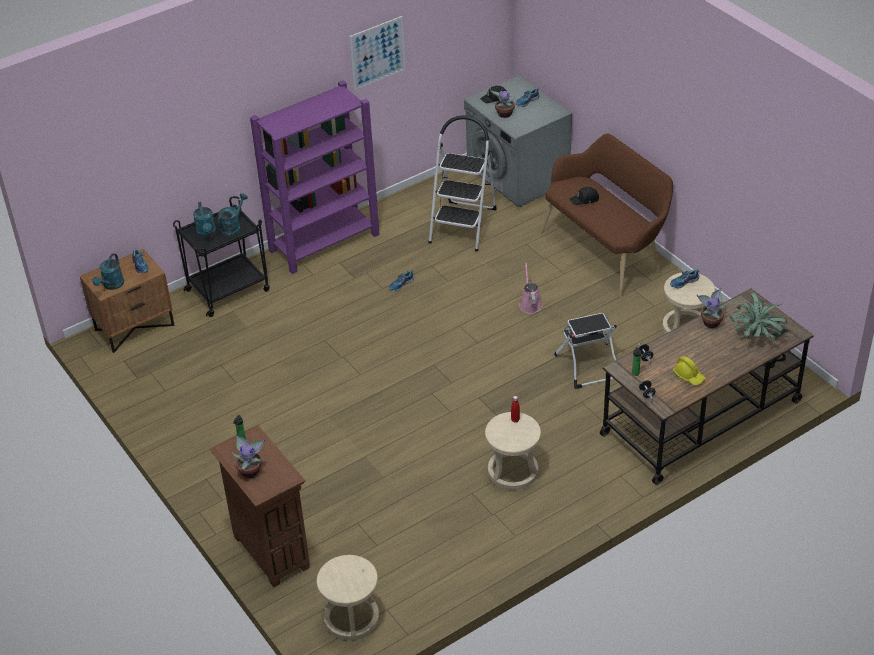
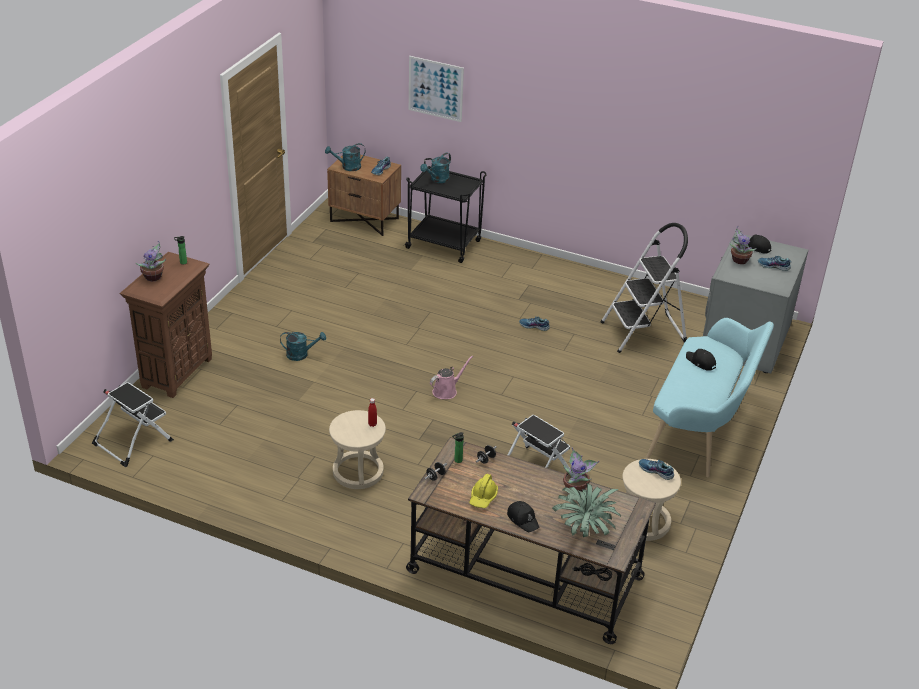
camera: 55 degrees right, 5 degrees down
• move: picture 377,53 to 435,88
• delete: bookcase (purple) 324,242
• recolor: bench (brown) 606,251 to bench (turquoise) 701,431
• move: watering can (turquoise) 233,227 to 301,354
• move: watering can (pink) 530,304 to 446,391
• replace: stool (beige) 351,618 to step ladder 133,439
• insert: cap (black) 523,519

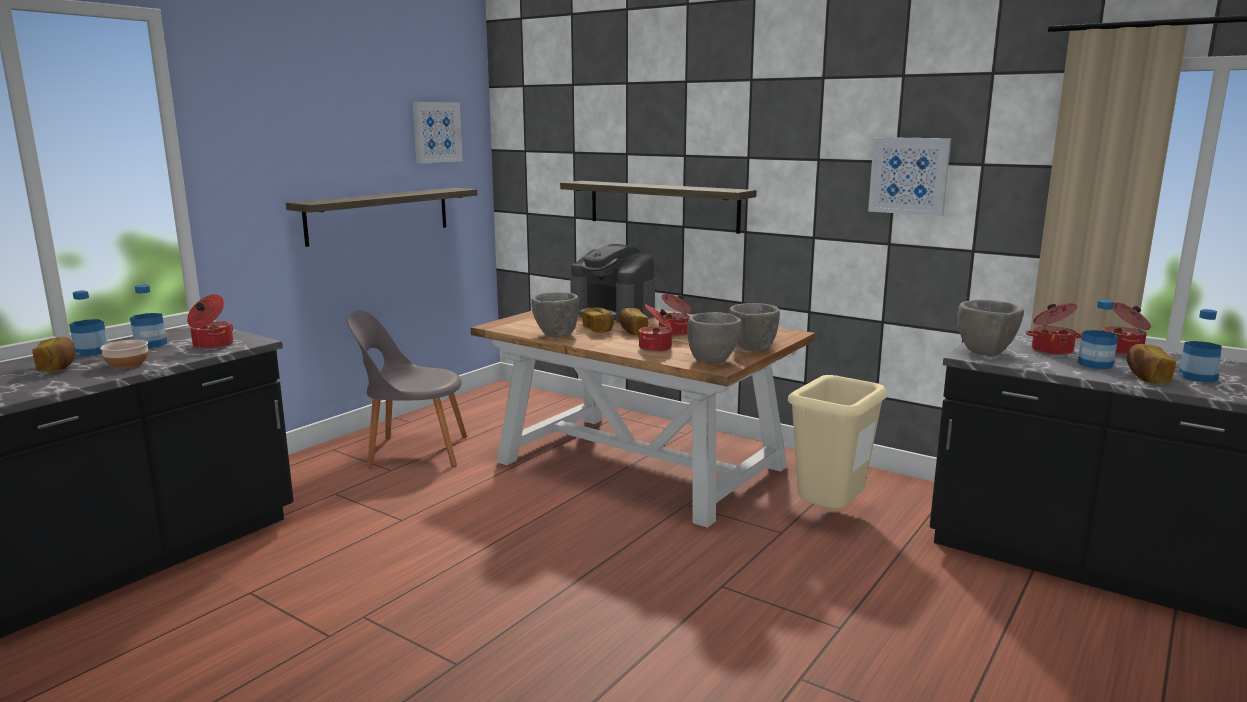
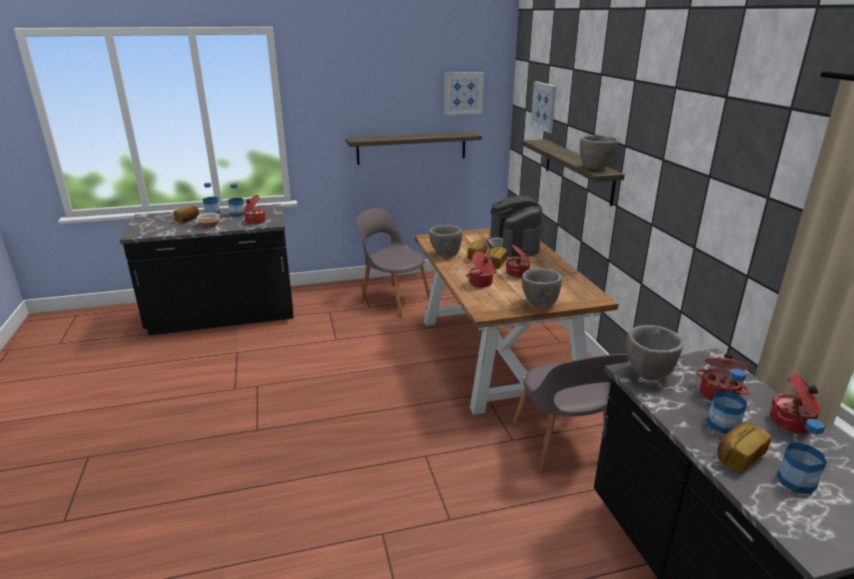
camera: 40 degrees right, 10 degrees up
• move: picture 909,175 to 544,106
• move: bowl (grey) 713,361 to 595,168
• replace: trash can (beige) 829,516 to chair (grey) 562,444

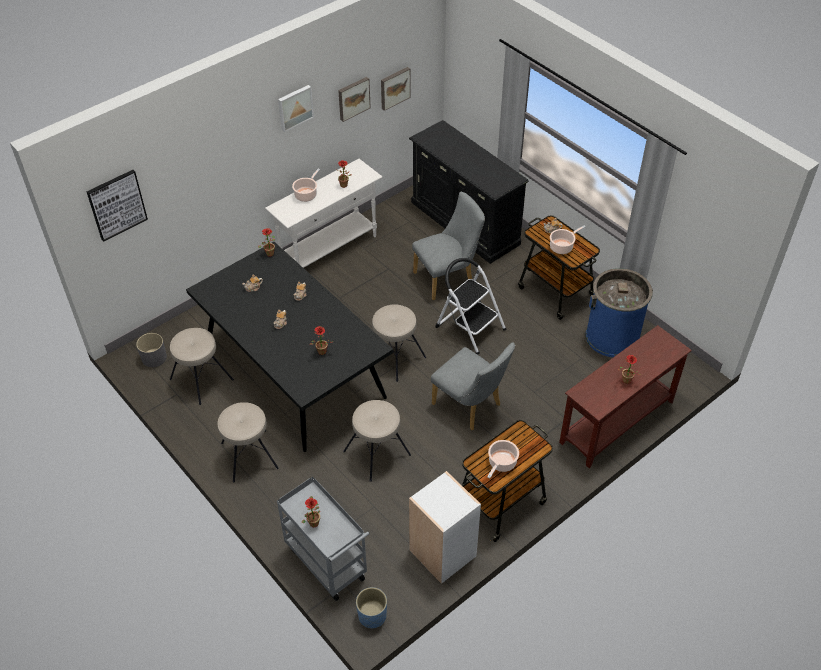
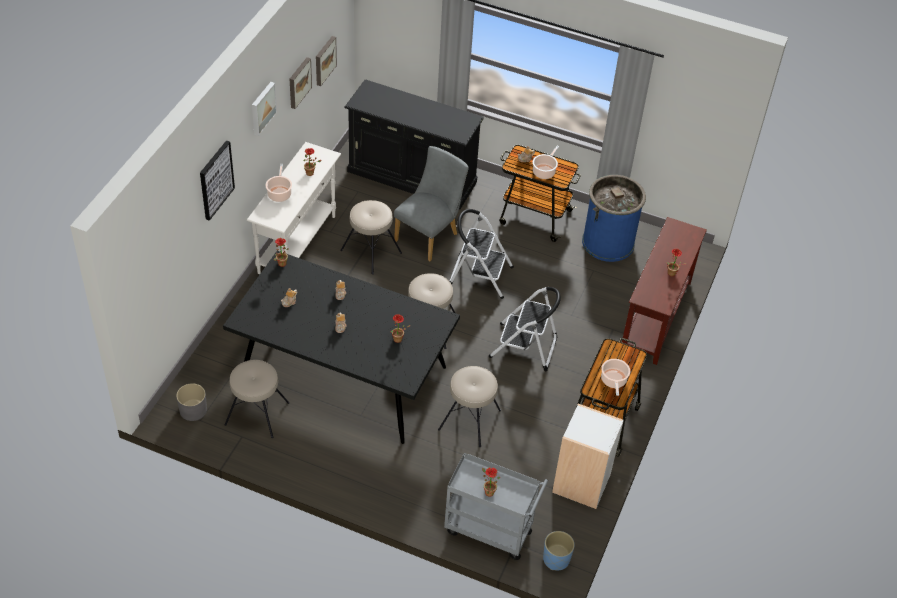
camera: 30 degrees left, 0 degrees up
• move: picture 117,204 to 215,180
• replace: chair (grey) 470,407 to step ladder 525,348
• move: stool (beige) 249,456 to 370,252

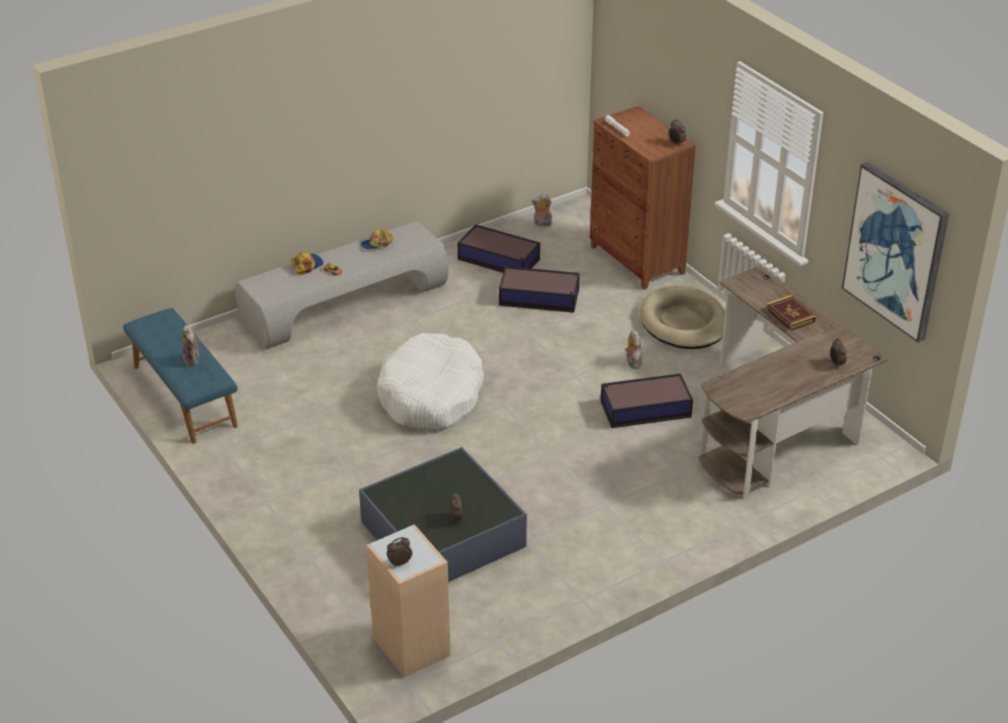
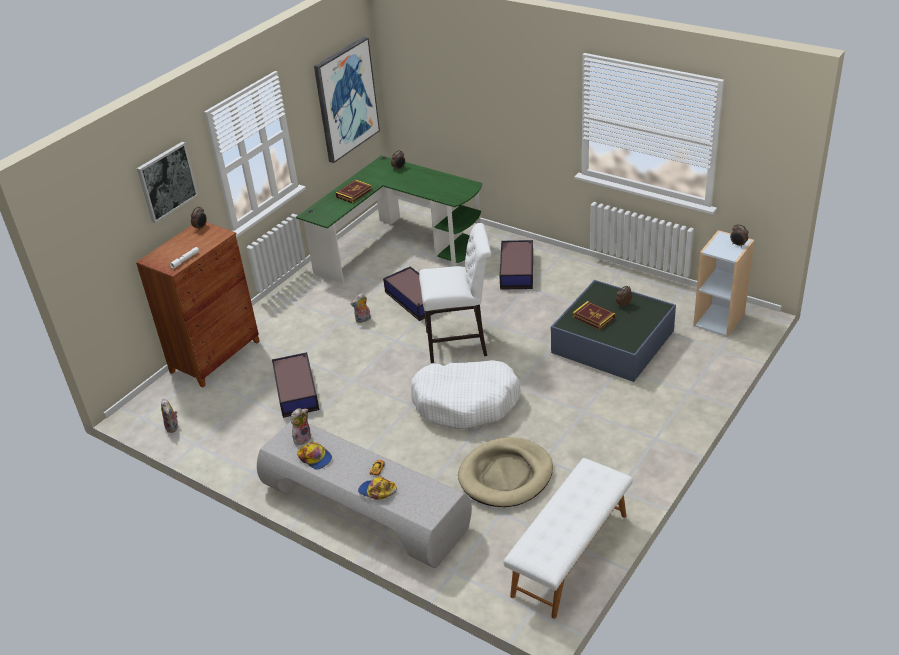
camera: 110 degrees left, 0 degrees up
• move: storage box 499,260 to 517,270
• recolor: desk (brown) 778,425 to desk (green) 398,247
• move: dog bed (beige) 683,322 to 506,475
• recolor: bench (blue) 183,396 to bench (white) 571,555
• move: plush toy 193,360 to 302,438
• insert: picture 167,181
• insert: stool (white) 461,343
• insert: book 593,317

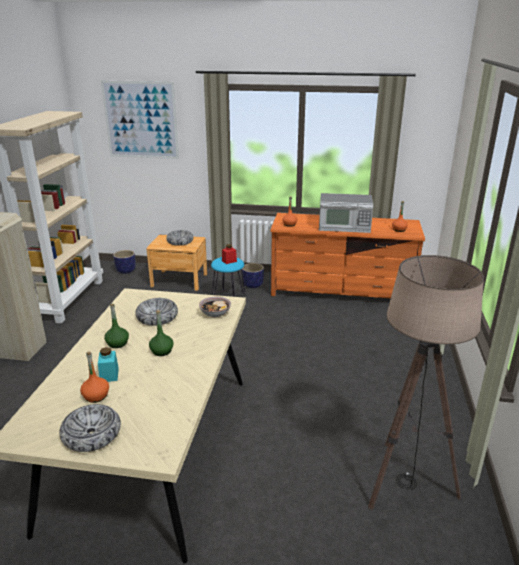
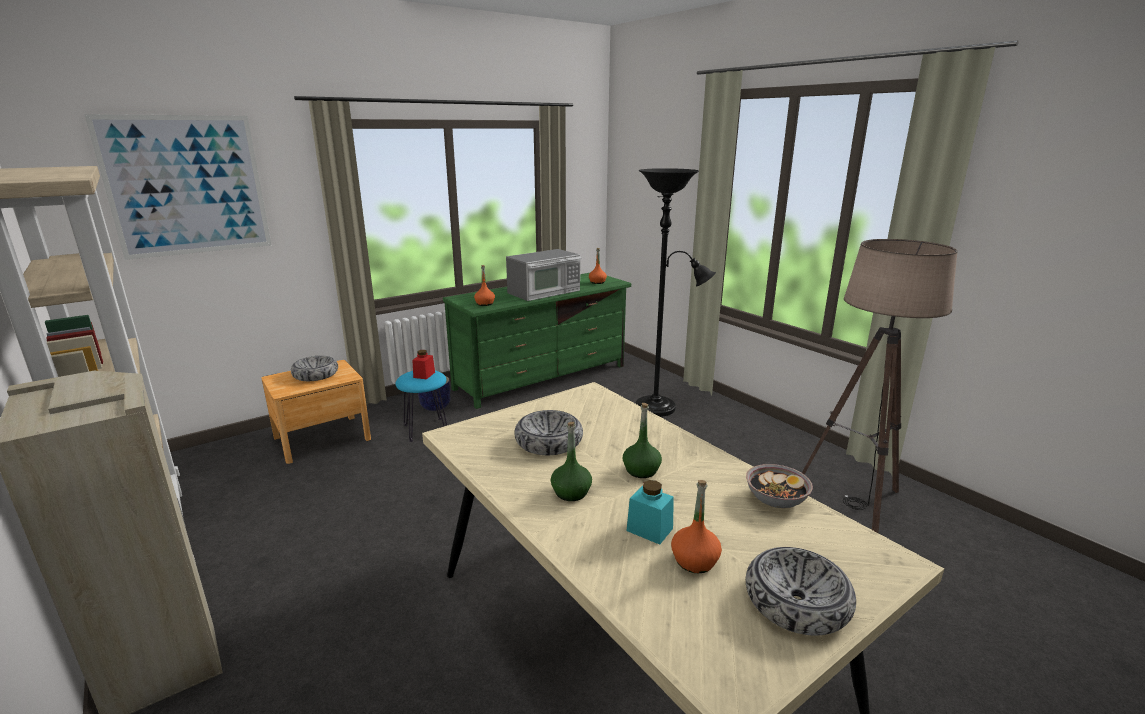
camera: 45 degrees left, 5 degrees down
• recolor: dresser (orange) 342,292 to dresser (green) 543,377
• delete: planter 126,270
• move: bowl 215,313 to 776,499
• insert: floor lamp (black) 661,408

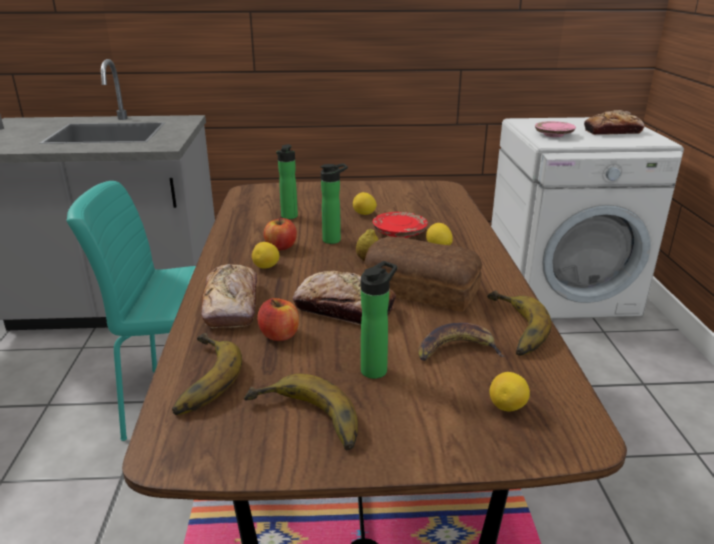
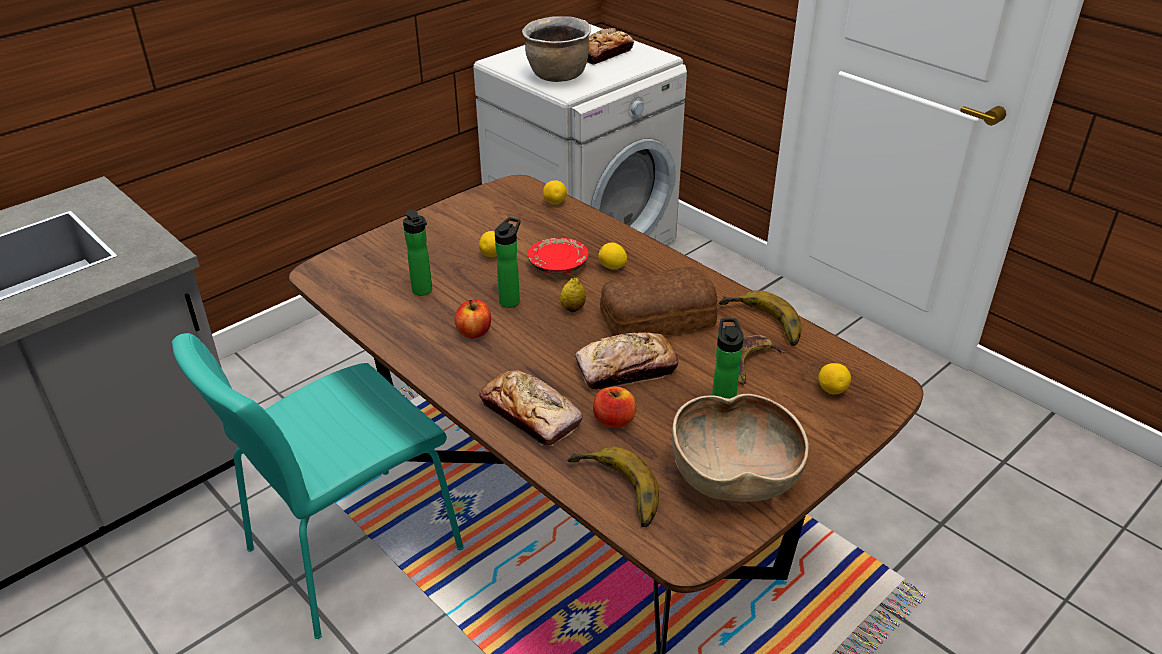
camera: 40 degrees left, 10 degrees up
• replace: plate (pink) 553,135 to cooking pot (brown) 558,76
• move: lemon 266,267 to 555,202
• replace: banana 303,423 to bowl (brown) 734,477

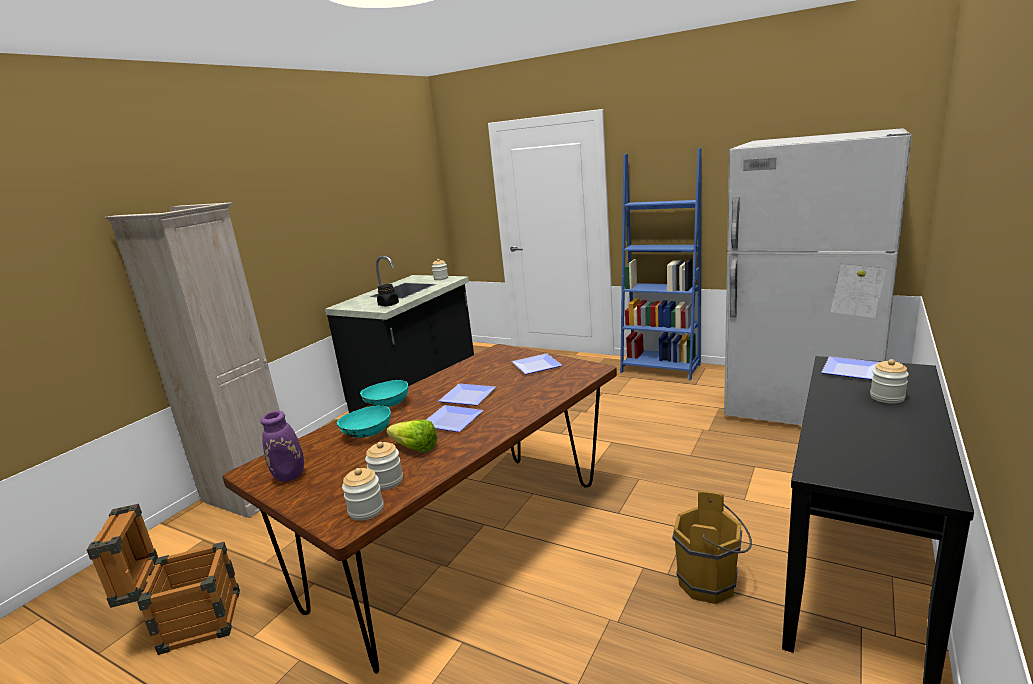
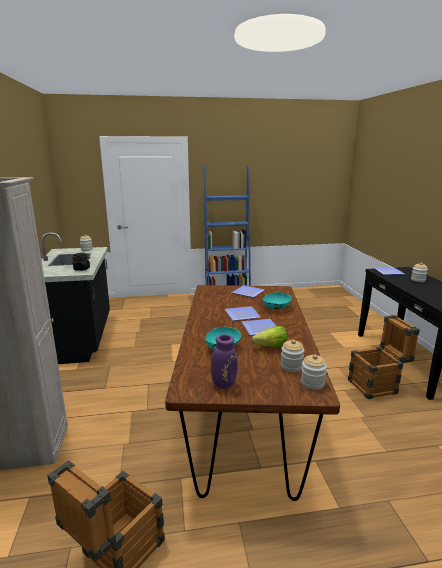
camera: 40 degrees left, 0 degrees up
• delete: fridge (white) 803,399
• move: bowl (turquoise) 387,405 to 276,308
• replace: bucket (brown) 712,584 to crate 377,386

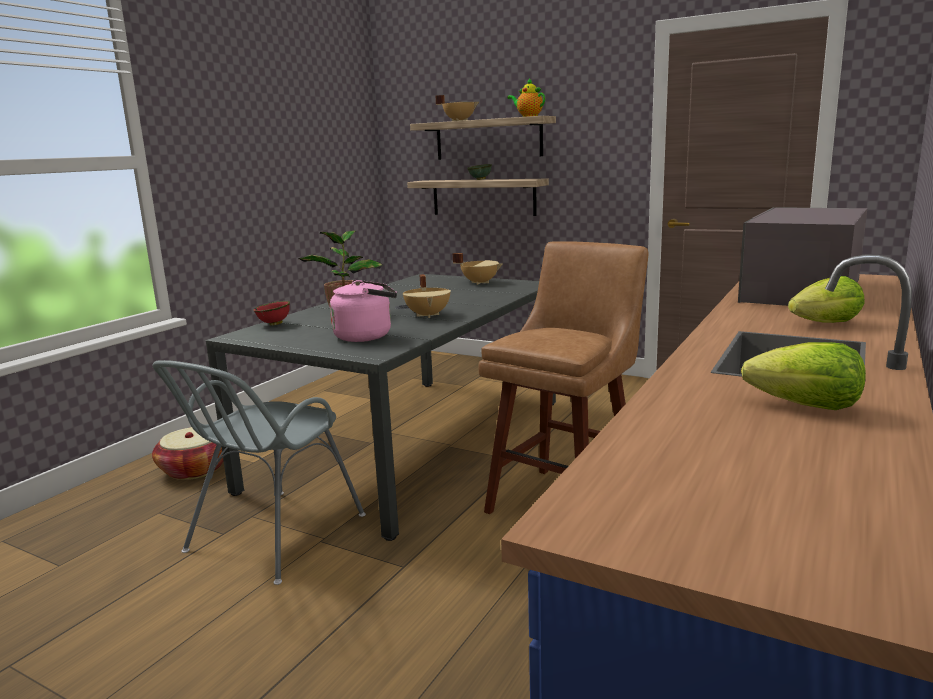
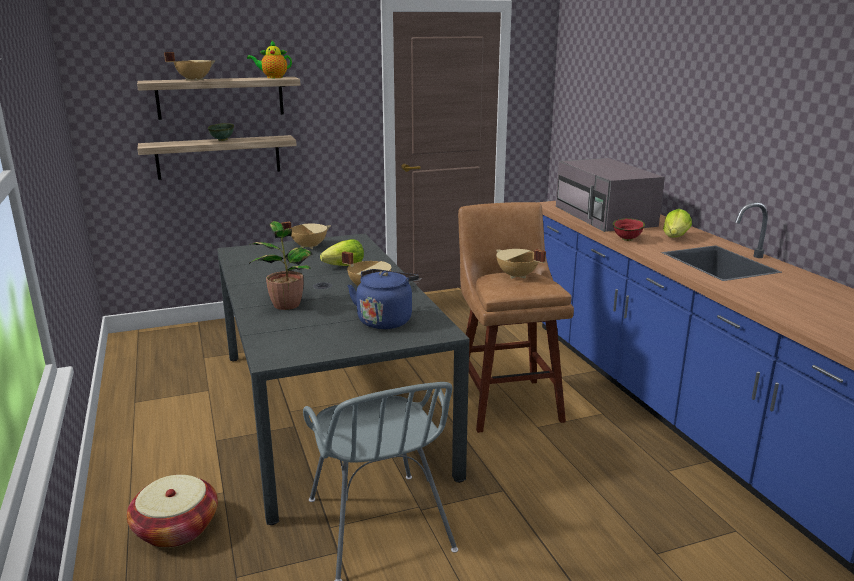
camera: 50 degrees left, 5 degrees up
• recolor: kettle (pink) 366,336 to kettle (blue) 385,320
• move: bowl (red) 274,324 to 627,239
• move: lettuce 806,407 to 345,266
• insert: cooking pot (beige) 516,276

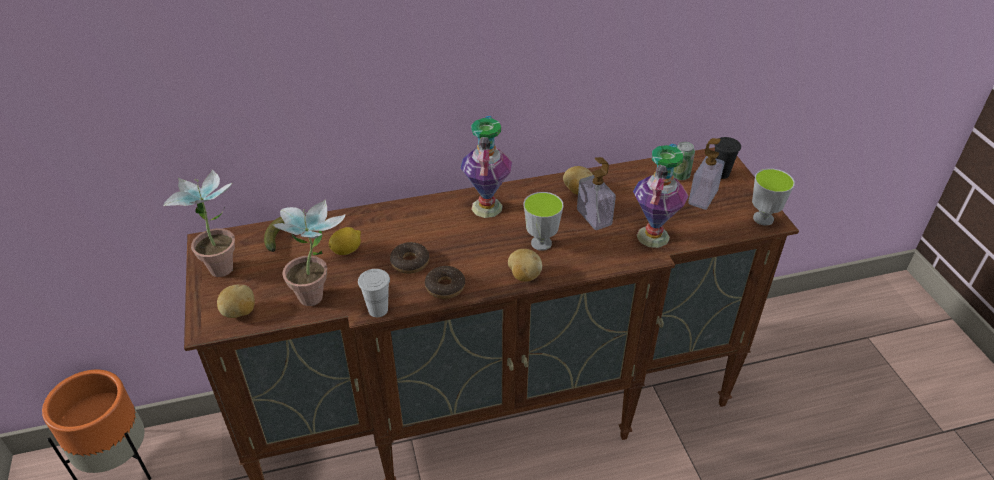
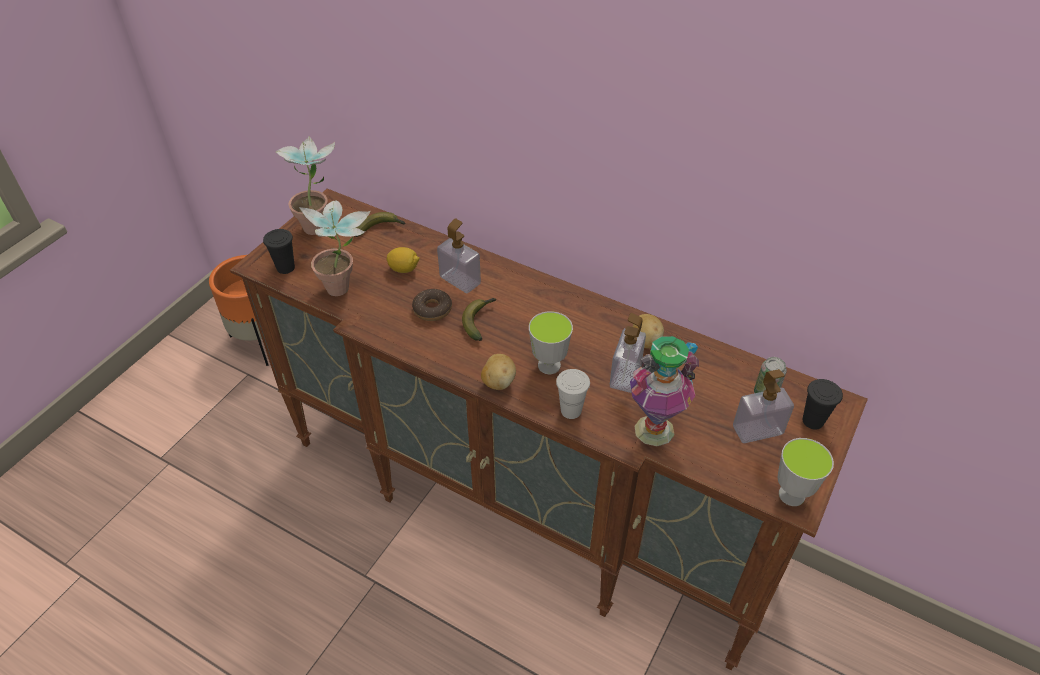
camera: 45 degrees right, 5 degrees up
• delete: vase 486,207
• delete: donut 445,287
• move: cup (white) 378,310 to 571,410
• replace: potato 239,312 to cup (black) 285,267
• insert: soap dispenser 460,280
• insert: banana 479,320

